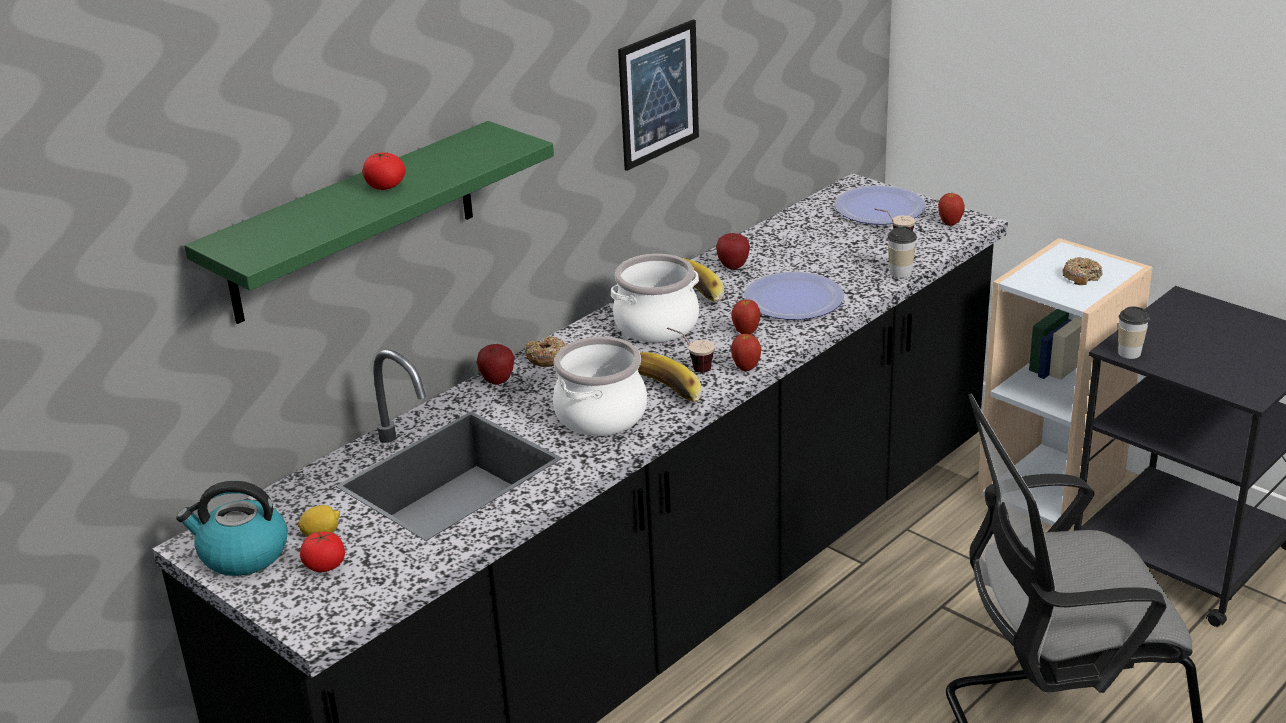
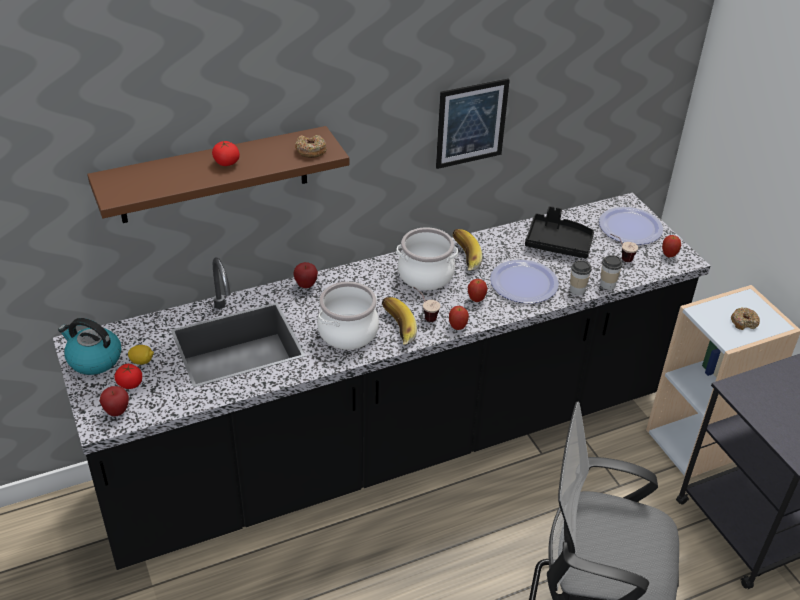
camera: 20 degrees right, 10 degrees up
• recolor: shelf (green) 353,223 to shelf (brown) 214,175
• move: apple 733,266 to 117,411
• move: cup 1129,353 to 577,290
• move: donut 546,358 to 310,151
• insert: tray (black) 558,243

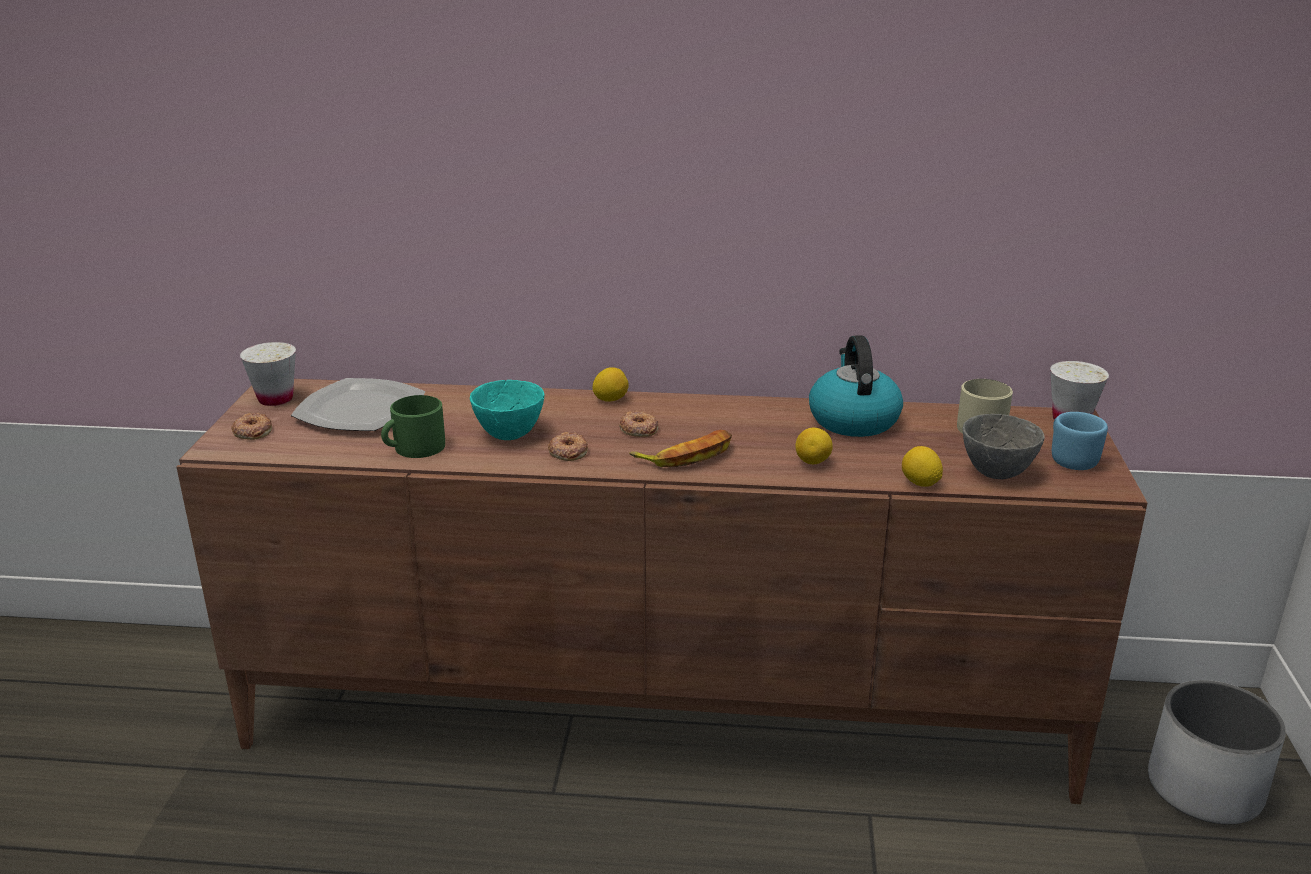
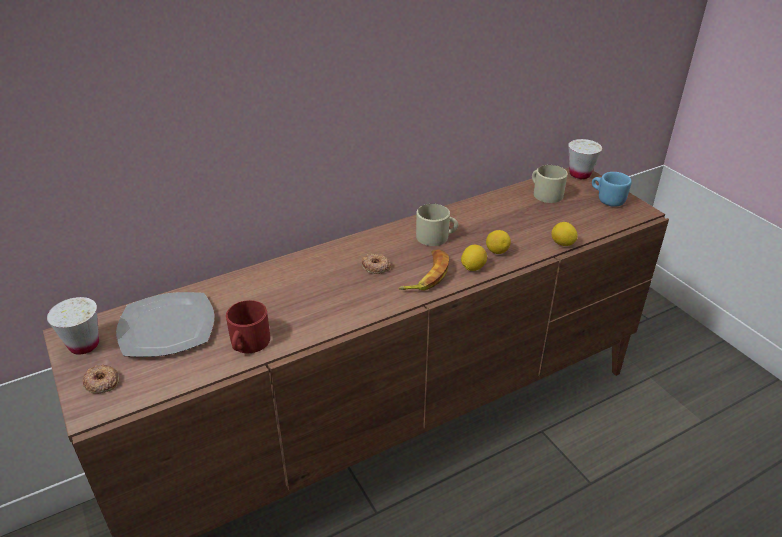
camera: 35 degrees left, 10 degrees up
• delete: kettle 852,419
• move: lemon 610,399 to 473,267
• delete: bowl (turquoise) 508,434
• recolor: mug (green) 413,448 to mug (red) 248,343
• delete: bowl (grey) 995,472
• delete: donut 568,451
• delete: planter (white) 1203,789
• insert: mug (beige) 436,237

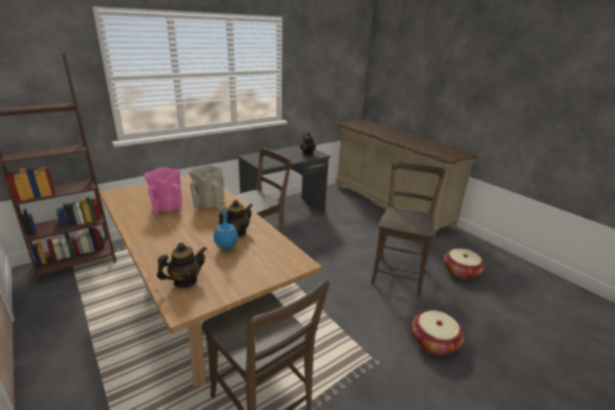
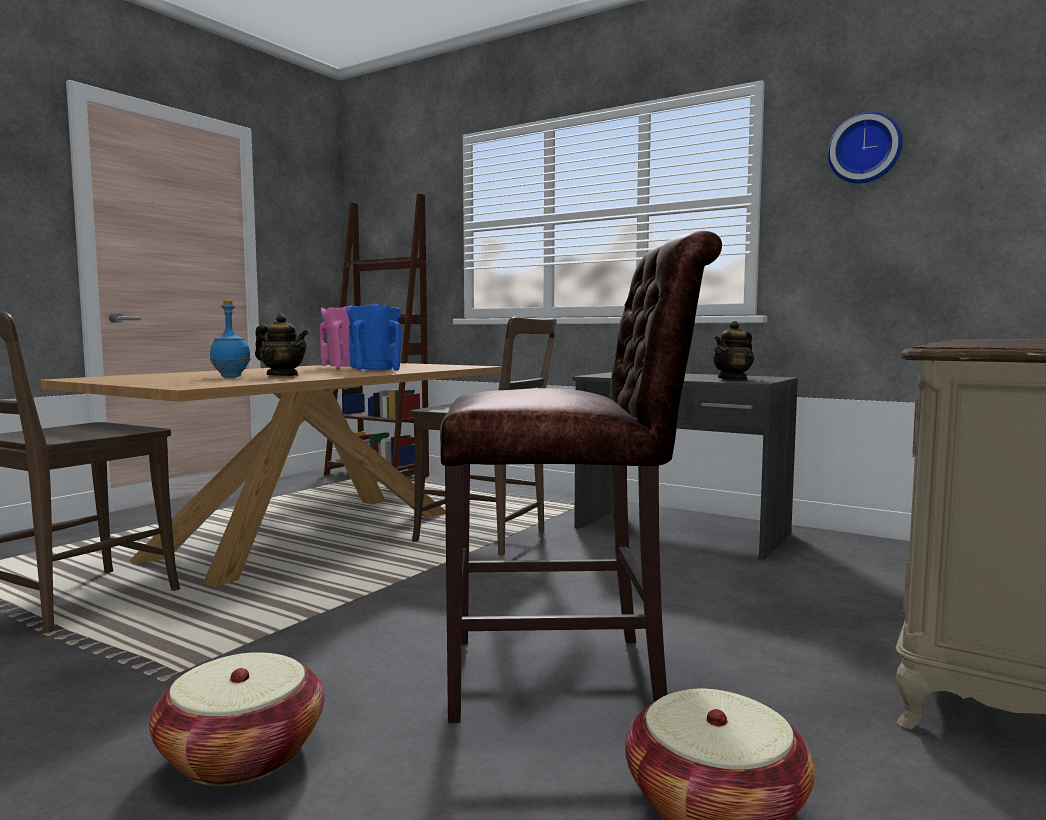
camera: 70 degrees right, 20 degrees down
• replace: chair (brown) 398,272 to stool (brown) 568,676
• recolor: vase (beige) 209,204 to vase (blue) 375,370
• delete: teapot 185,281
• insert: wall clock 865,149

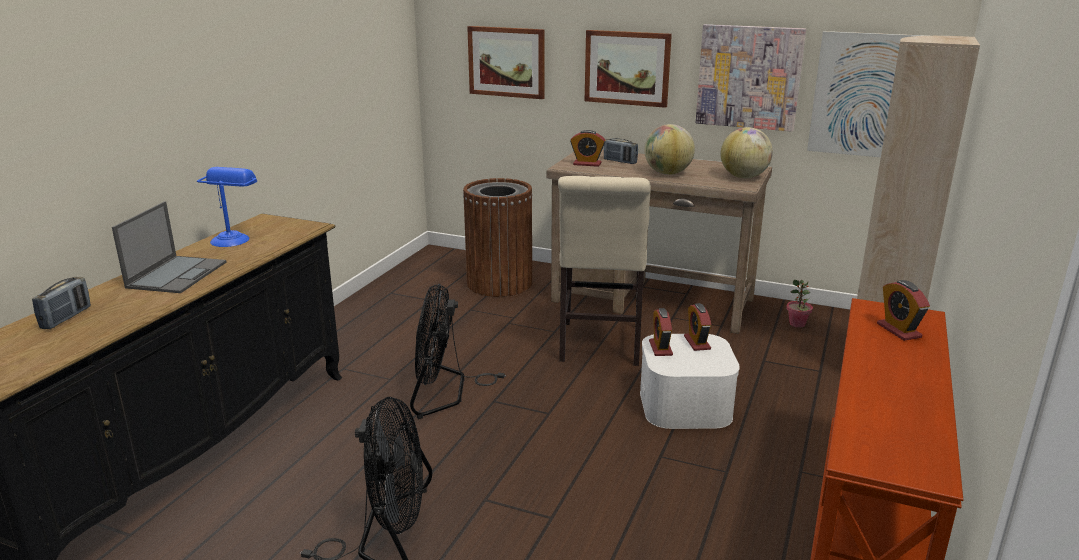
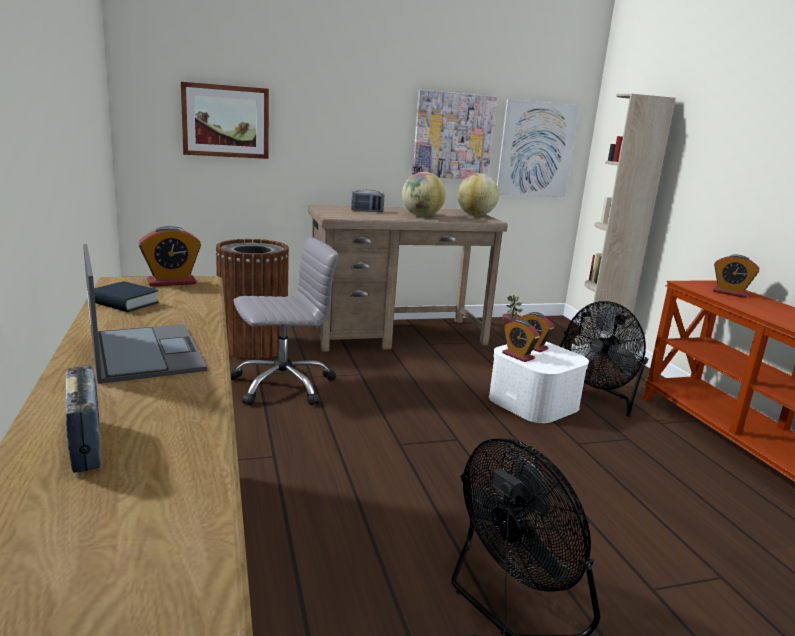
camera: 40 degrees left, 5 degrees down
• delete: picture 627,68
• move: alarm clock 587,164 to 171,282
• replace: table lamp (blue) 233,237 to book 125,303
• delete: stool (beige) 599,347
• move: fan (black) 446,388 to 596,393
• insert: office chair (grey) 283,385

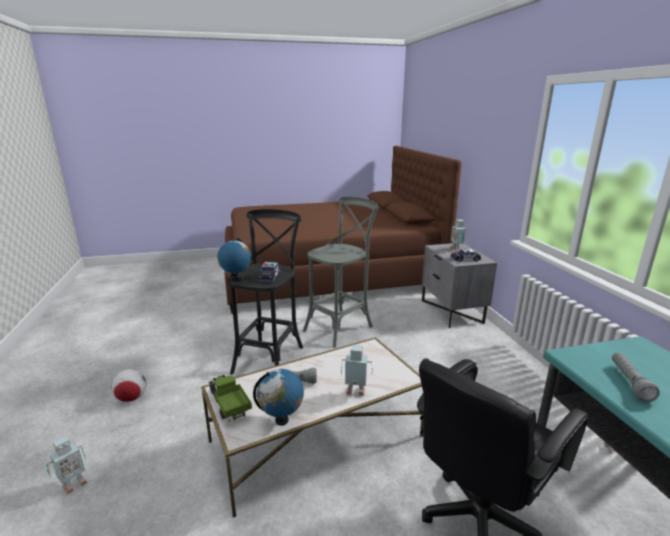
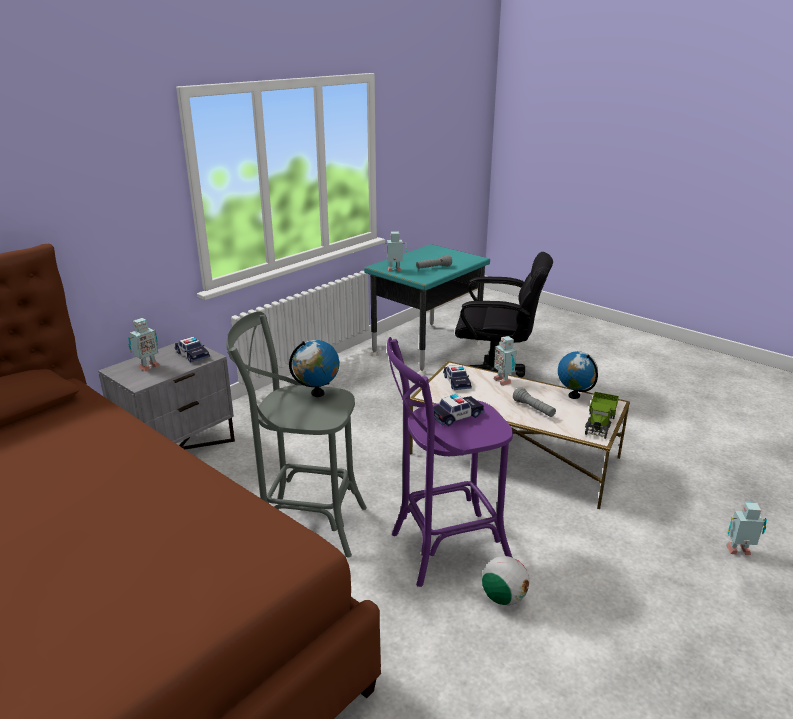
camera: 125 degrees left, 5 degrees up
• recolor: stool (black) 270,357 to stool (purple) 444,548
• move: globe 236,279 to 317,393
• move: football 132,398 to 503,597
• insert: toy robot 395,270
• insert: toy car 456,382

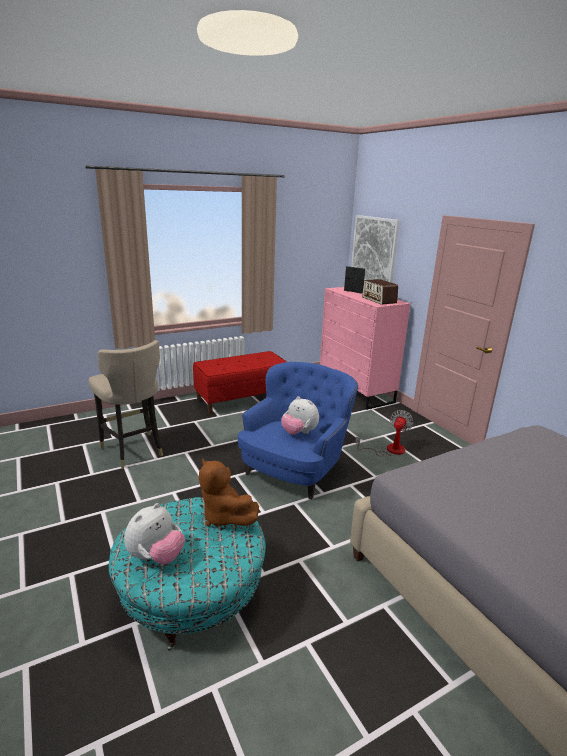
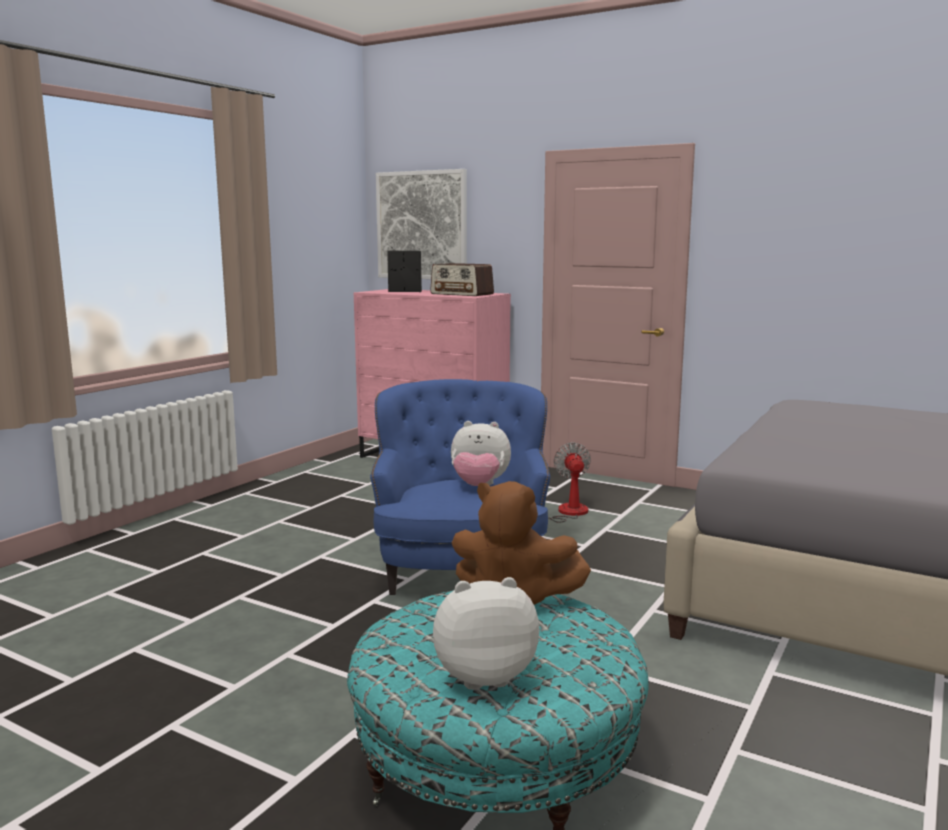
camera: 30 degrees left, 10 degrees down
• delete: stool (beige) 133,450
• delete: bench (red) 241,400
• rotate: plush toy 156,557 = 483,675 105 degrees counterclockwise

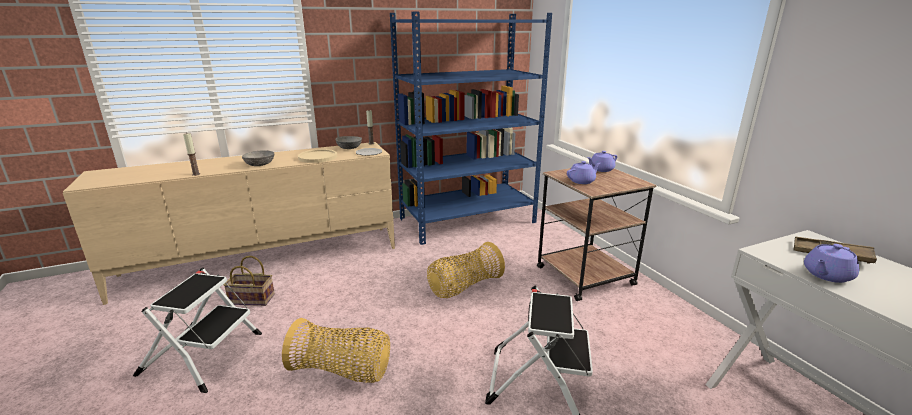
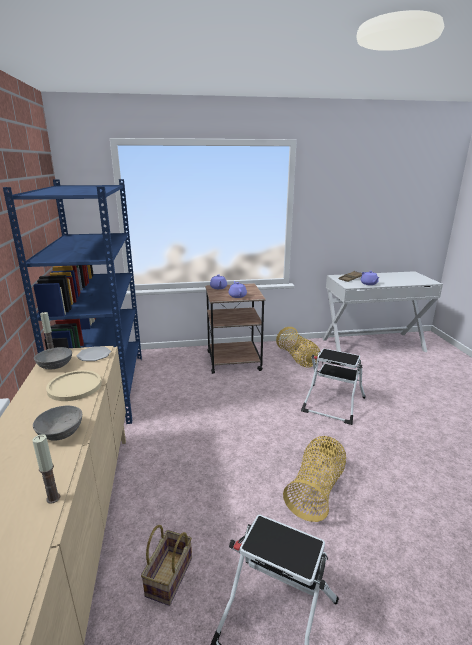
camera: 75 degrees left, 0 degrees up
• move: basket 464,287 to 297,359

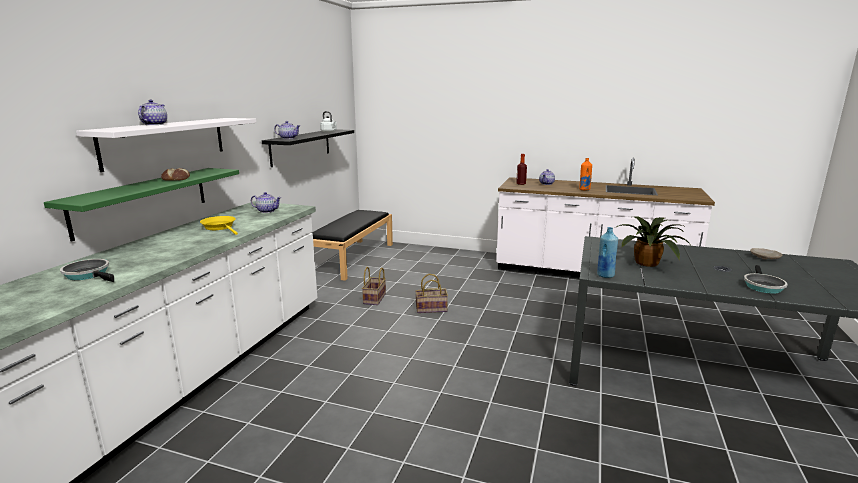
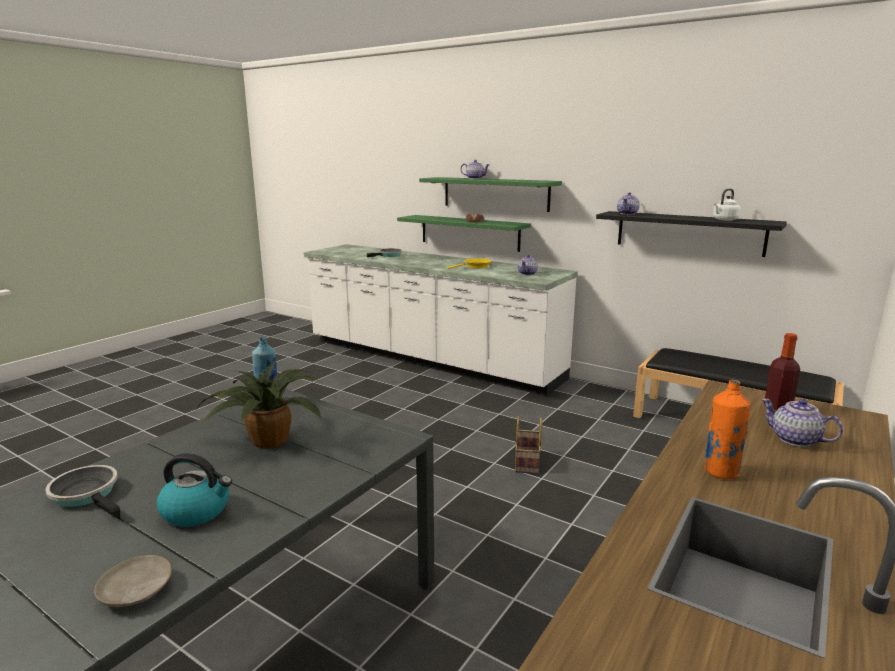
camera: 105 degrees right, 0 degrees up
• recolor: shelf (white) 166,141 to shelf (green) 495,193
• delete: basket 375,299
• insert: kettle 197,511

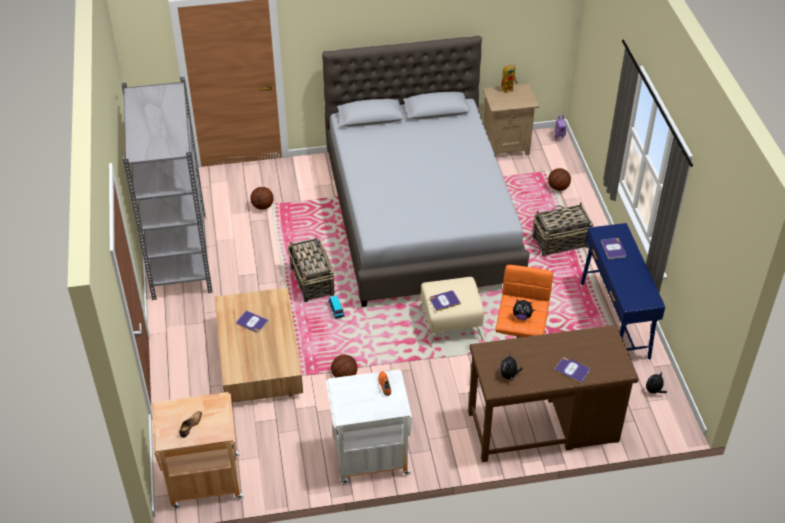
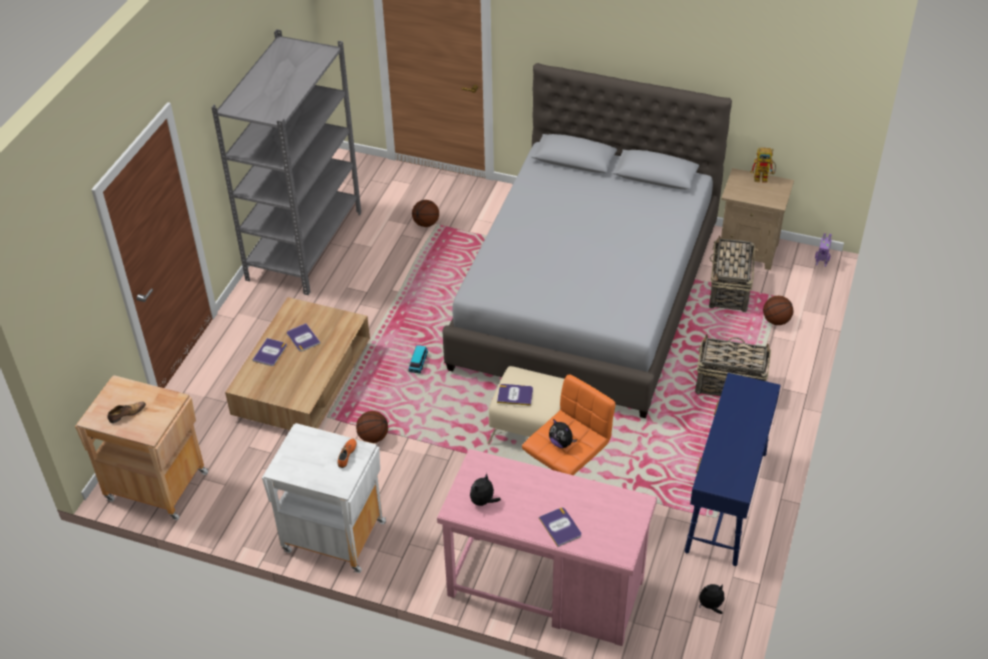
camera: 30 degrees right, 0 degrees up
• move: basket 312,282 to 729,290
• move: book 613,249 to 270,352
• recolor: desk (brown) 542,427 to desk (pink) 545,588

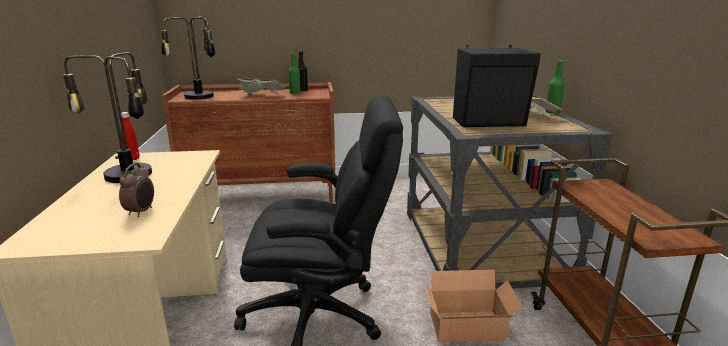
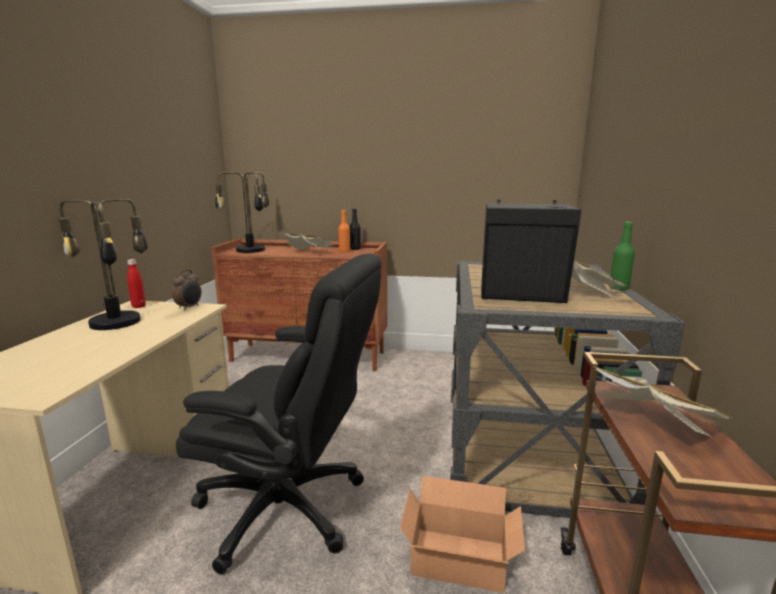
camera: 15 degrees right, 5 degrees down
• recolor: bottle (green) 295,93 to bottle (orange) 344,251
• move: alarm clock 141,212 to 189,307
• insert: book 651,422

